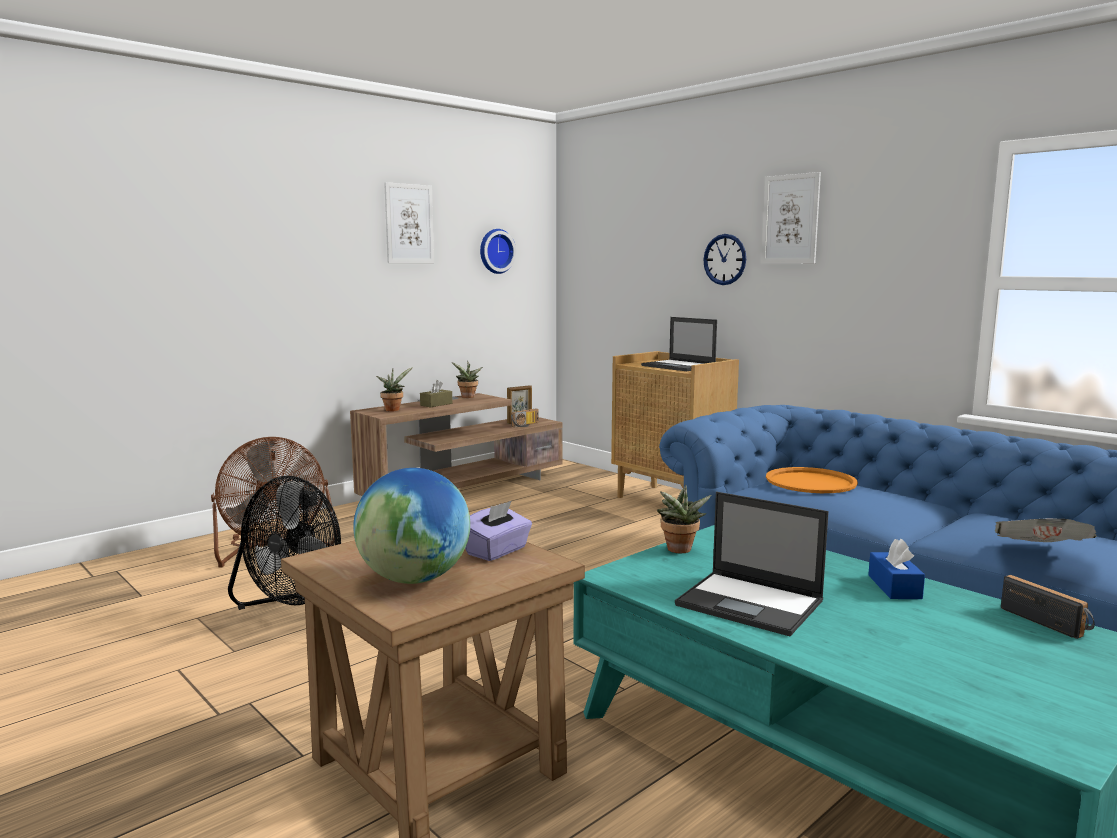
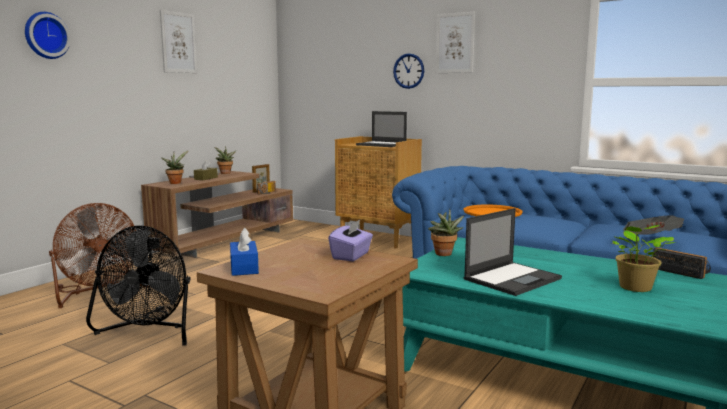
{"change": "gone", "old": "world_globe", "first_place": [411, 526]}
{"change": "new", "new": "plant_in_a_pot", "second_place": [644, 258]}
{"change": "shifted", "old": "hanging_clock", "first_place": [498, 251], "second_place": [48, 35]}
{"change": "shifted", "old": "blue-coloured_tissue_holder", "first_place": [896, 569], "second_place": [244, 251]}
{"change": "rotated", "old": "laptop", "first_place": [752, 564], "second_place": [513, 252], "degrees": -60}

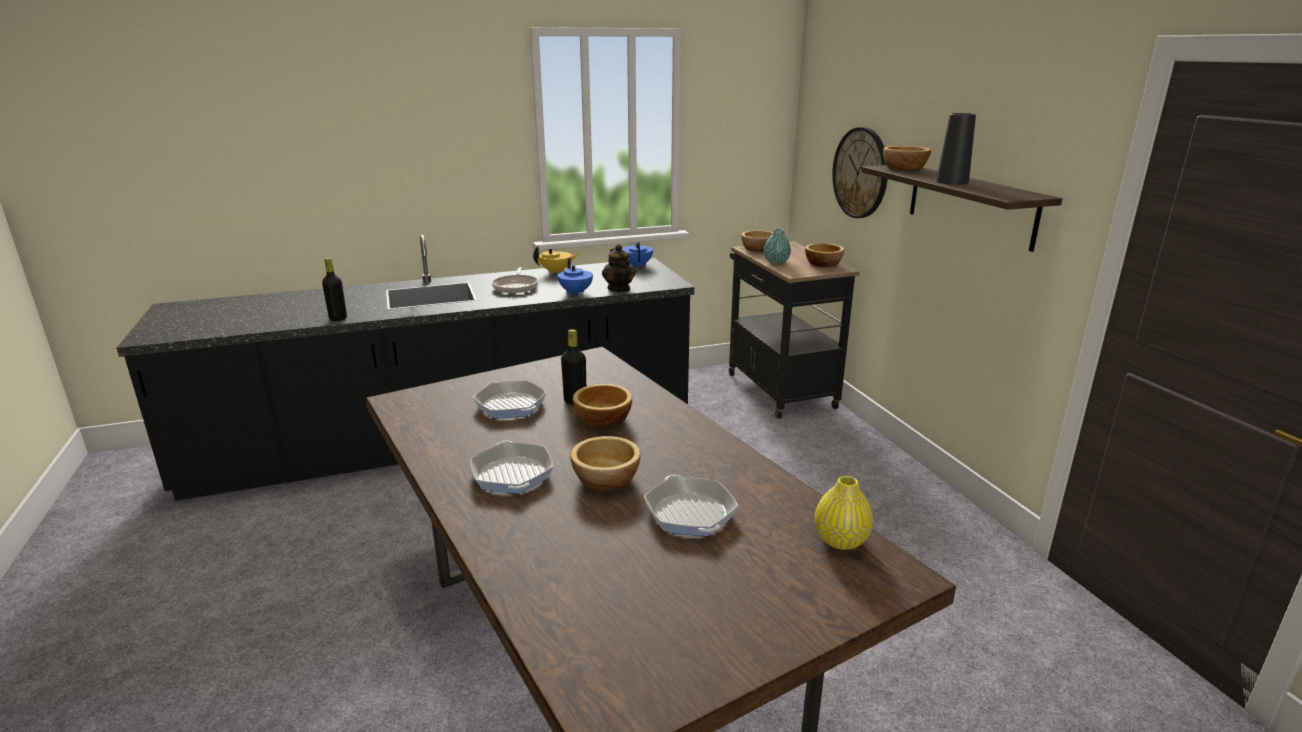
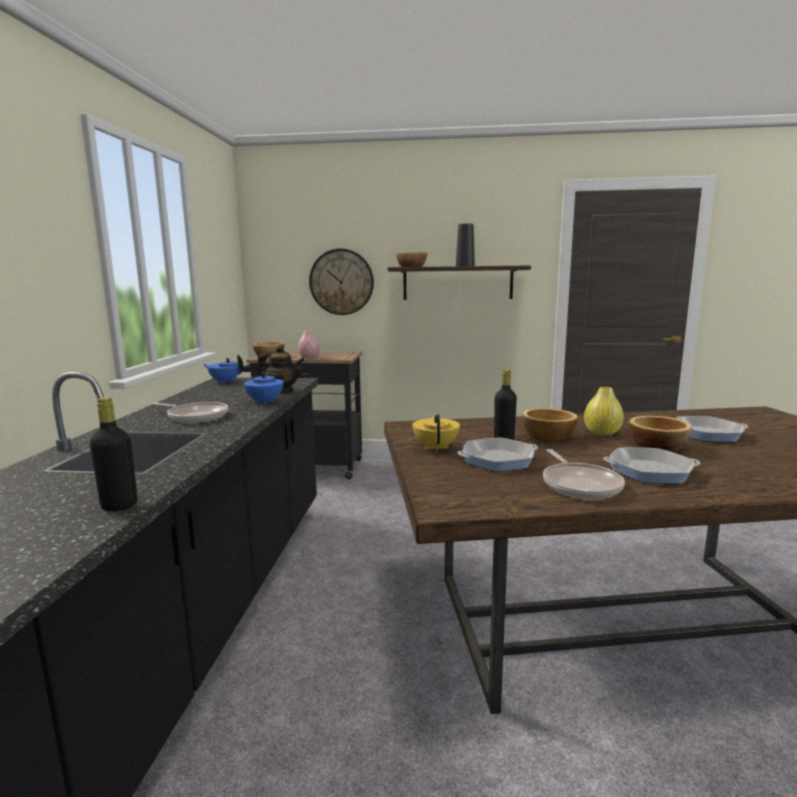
{"change": "gone", "old": "serving_bowl", "first_place": [824, 255]}
{"change": "new", "new": "skillet", "second_place": [584, 474]}
{"change": "shifted", "old": "yellowish_teapot", "first_place": [556, 260], "second_place": [436, 433]}
{"change": "shifted", "old": "yellowish_vase", "first_place": [844, 513], "second_place": [604, 411]}
{"change": "repainted", "old": "turquoise-coloured_vase", "new": "pinkish_vase", "first_place": [777, 246], "second_place": [309, 344]}
{"change": "rotated", "old": "blue-coloured_teapot", "first_place": [575, 277], "second_place": [263, 385], "degrees": 75}

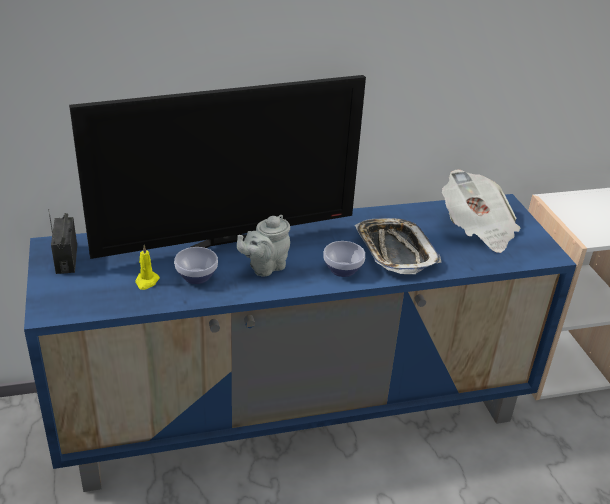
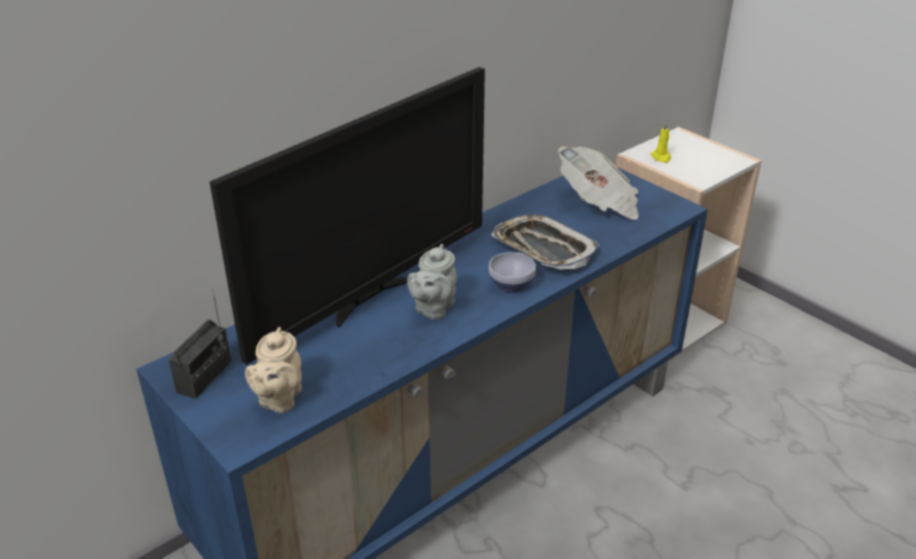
{"change": "gone", "old": "serving_bowl", "first_place": [196, 265]}
{"change": "new", "new": "beige_teapot", "second_place": [273, 370]}
{"change": "shifted", "old": "yellowish_wax_light", "first_place": [147, 267], "second_place": [660, 143]}
{"change": "rotated", "old": "radio", "first_place": [62, 241], "second_place": [199, 344], "degrees": -120}

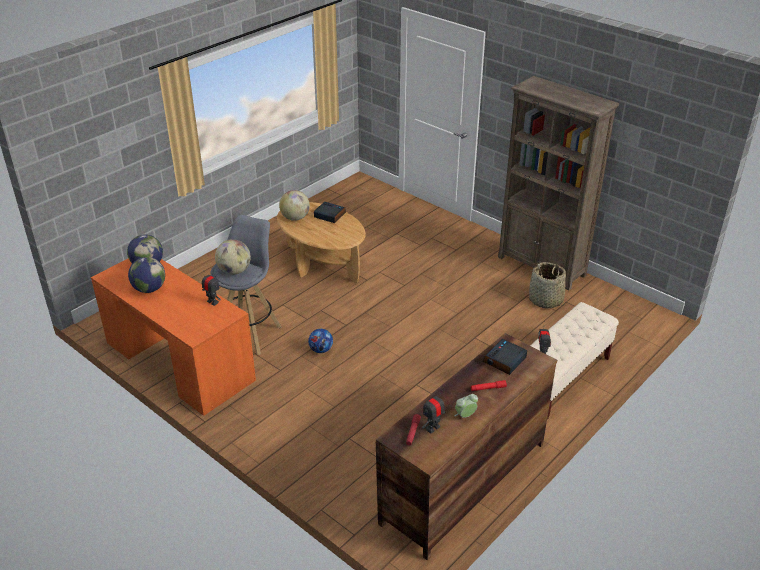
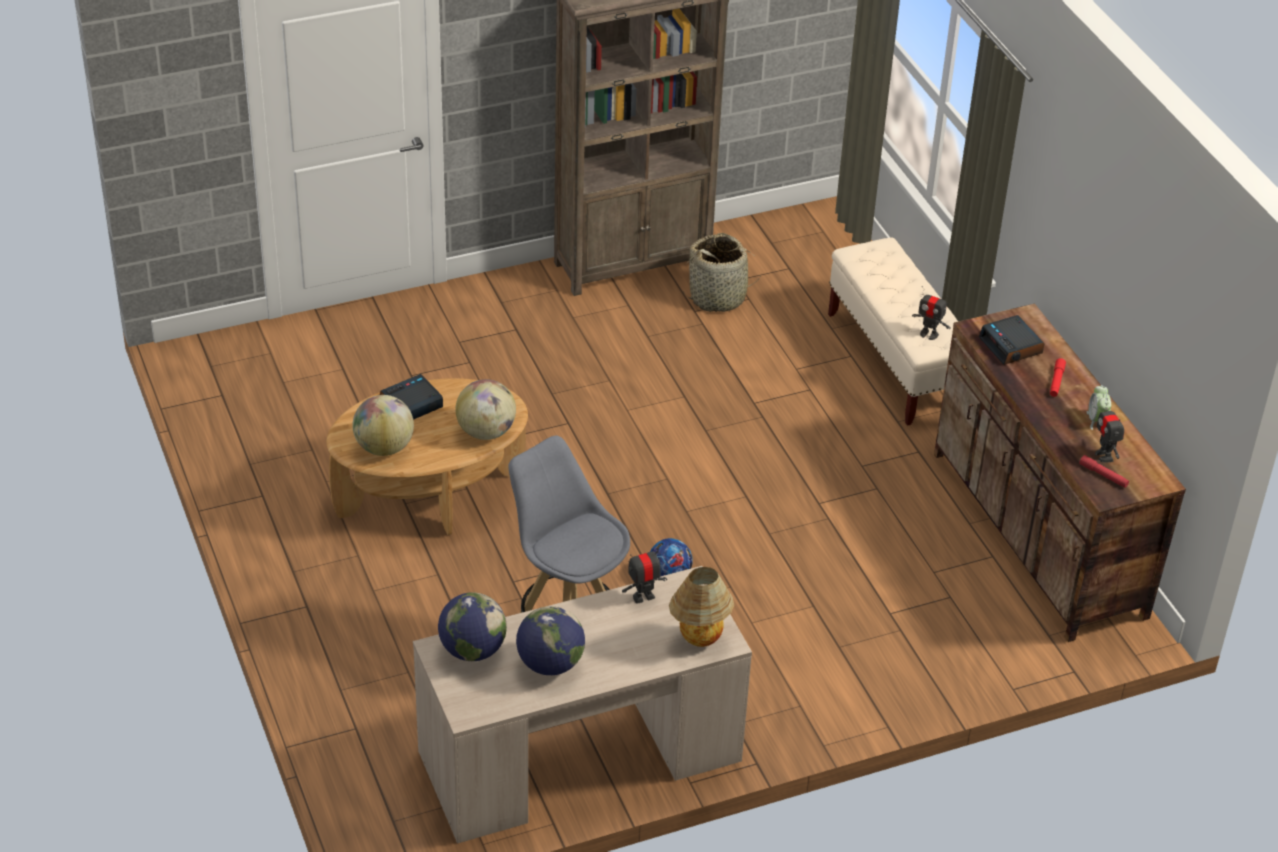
{"change": "new", "new": "tabletop_lamp", "second_place": [701, 607]}
{"change": "shifted", "old": "world_globe", "first_place": [233, 257], "second_place": [485, 409]}
{"change": "repainted", "old": "orangey_desk", "new": "beige_desk", "first_place": [173, 337], "second_place": [582, 705]}

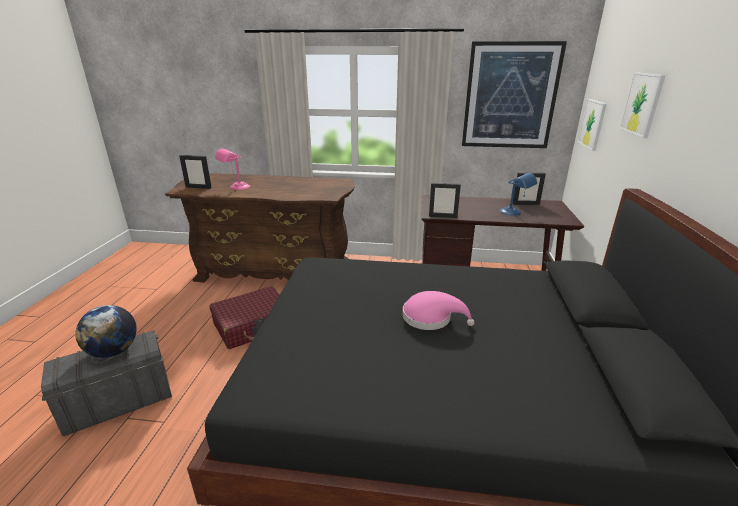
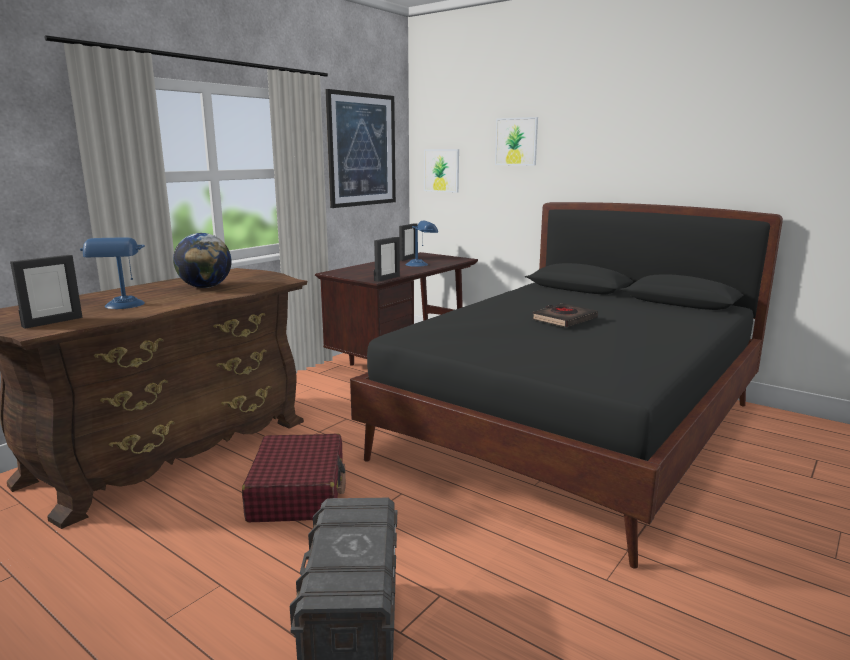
{"change": "shifted", "old": "world_globe", "first_place": [106, 331], "second_place": [202, 260]}
{"change": "swapped", "old": "pinkish_wearable_hat", "new": "black-coloured_volume", "first_place": [438, 310], "second_place": [565, 315]}
{"change": "repainted", "old": "pinkish_tabletop_lamp", "new": "blue-coloured_tabletop_lamp", "first_place": [232, 169], "second_place": [112, 273]}

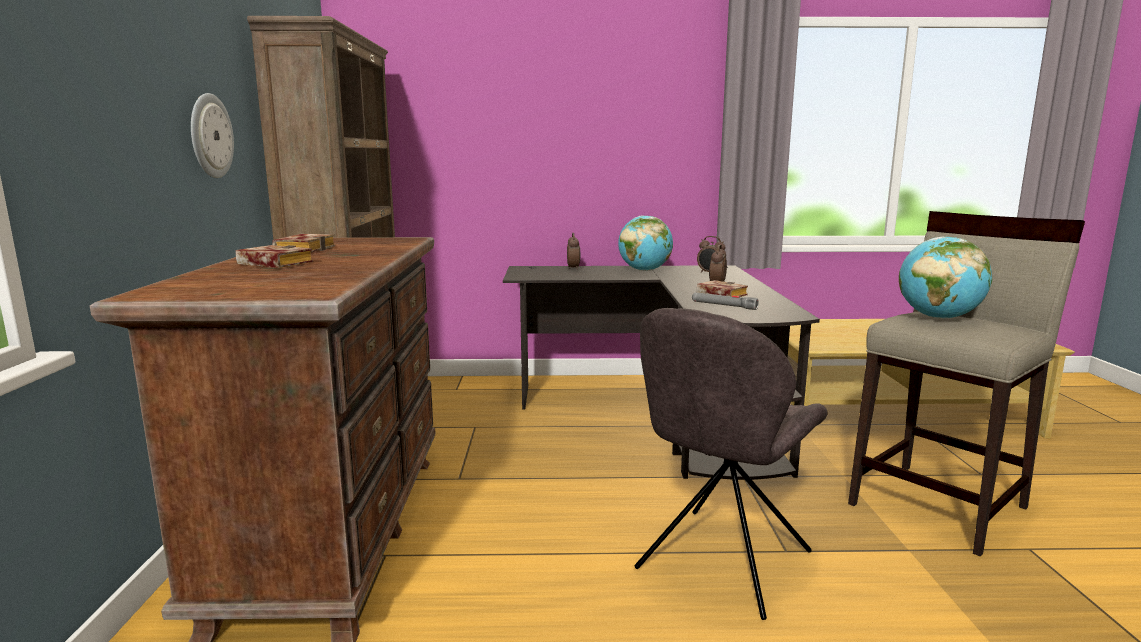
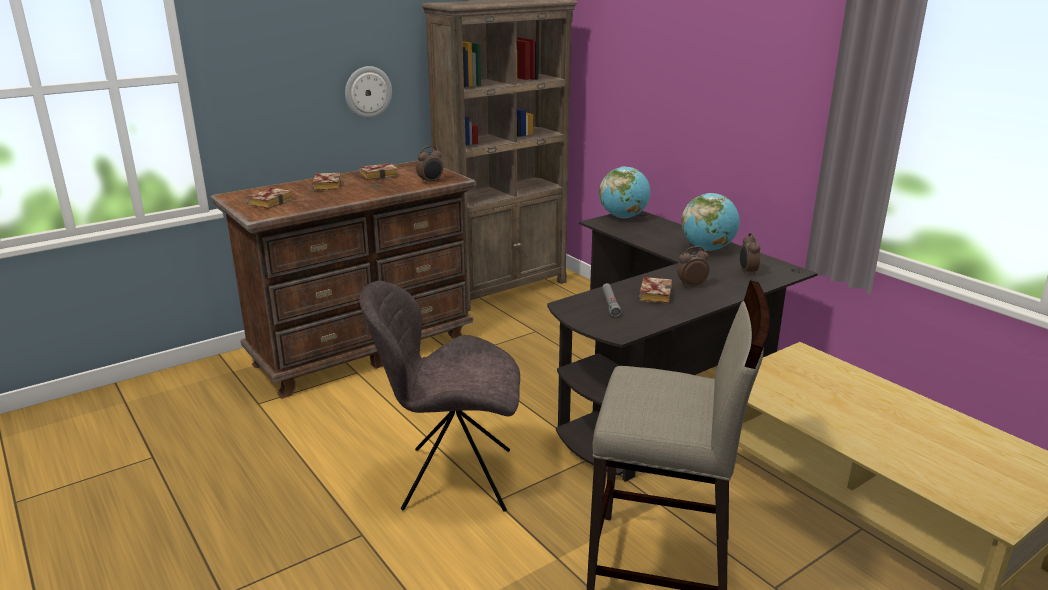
{"change": "new", "new": "volume", "second_place": [269, 198]}
{"change": "shifted", "old": "alarm_clock", "first_place": [573, 251], "second_place": [429, 165]}
{"change": "shifted", "old": "world_globe", "first_place": [945, 277], "second_place": [624, 192]}

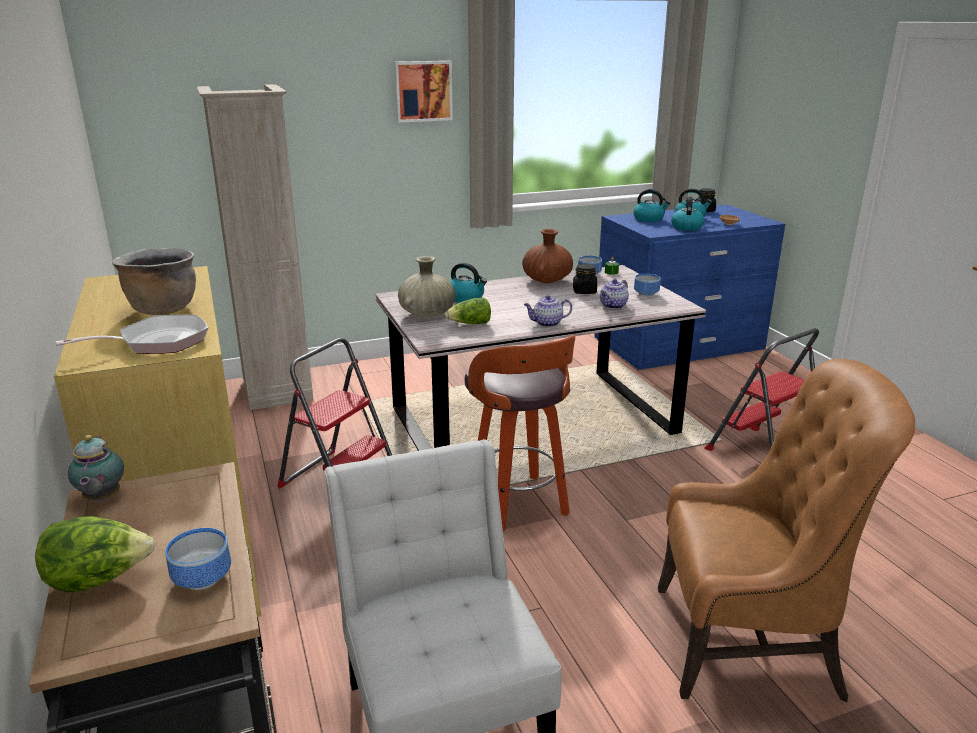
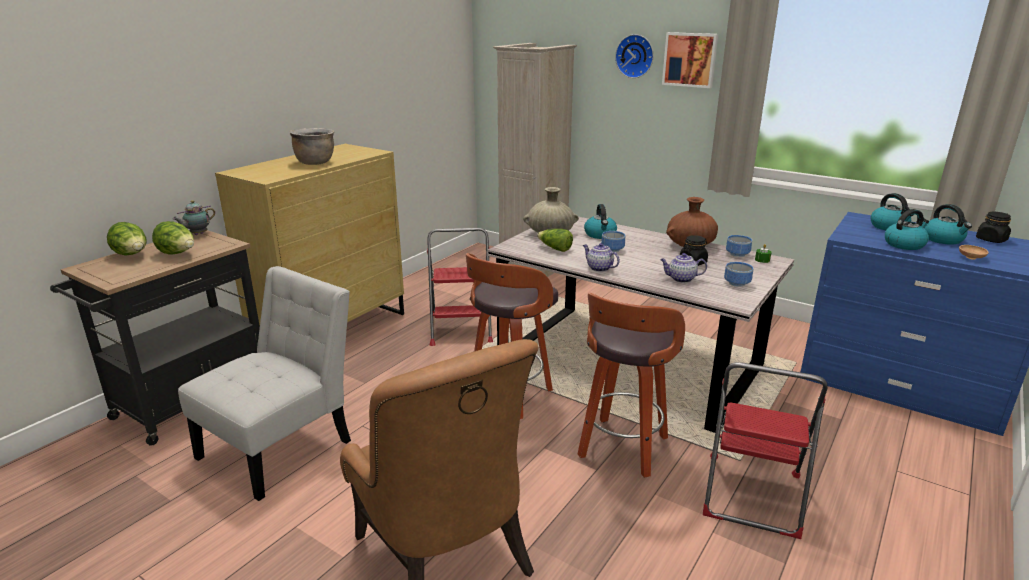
{"change": "gone", "old": "skillet", "first_place": [131, 334]}
{"change": "new", "new": "lettuce_head", "second_place": [173, 238]}
{"change": "new", "new": "sitting_stool", "second_place": [631, 385]}
{"change": "new", "new": "hanging_clock", "second_place": [634, 56]}
{"change": "shifted", "old": "serving_bowl", "first_place": [198, 559], "second_place": [613, 241]}

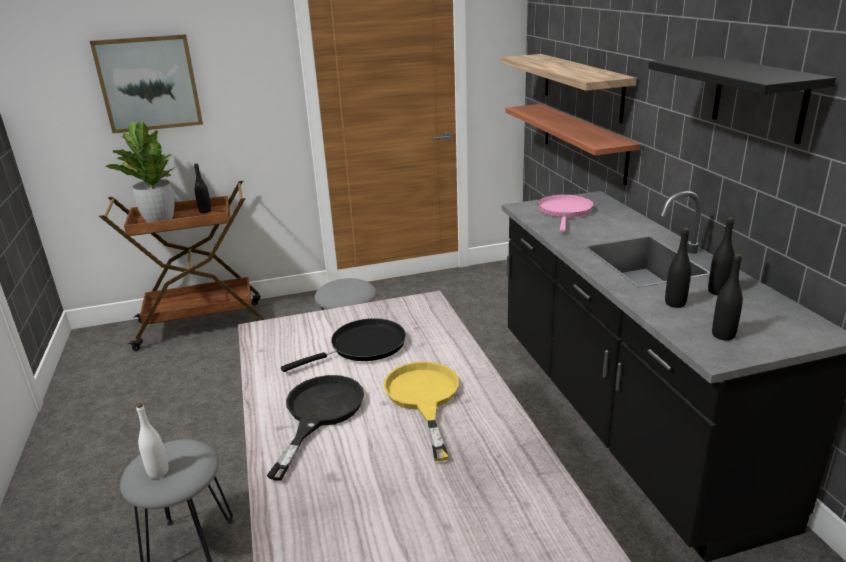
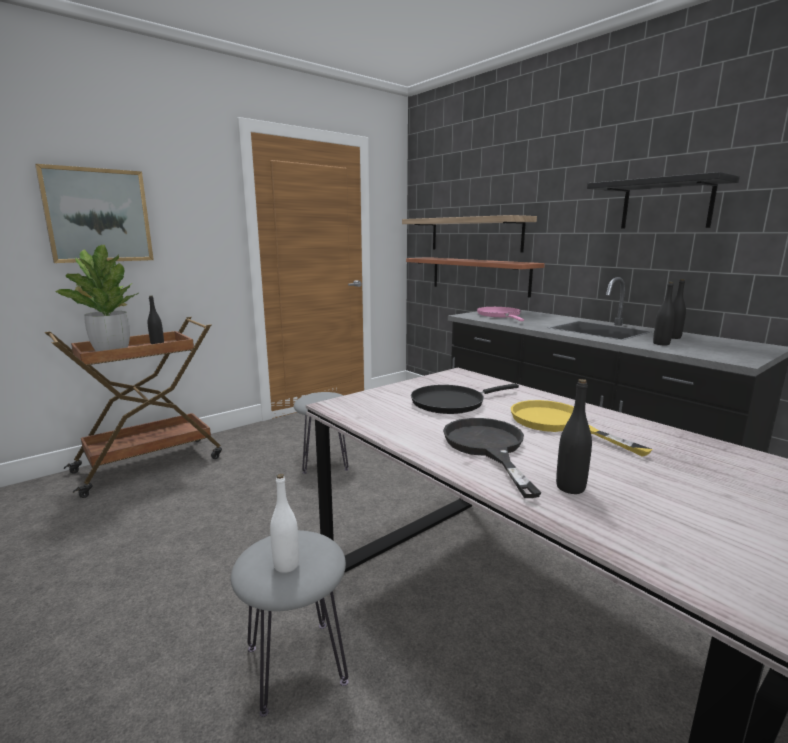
{"change": "shifted", "old": "black-coloured_bottle", "first_place": [727, 297], "second_place": [574, 436]}
{"change": "rotated", "old": "black-coloured_skillet", "first_place": [343, 345], "second_place": [465, 399], "degrees": -150}

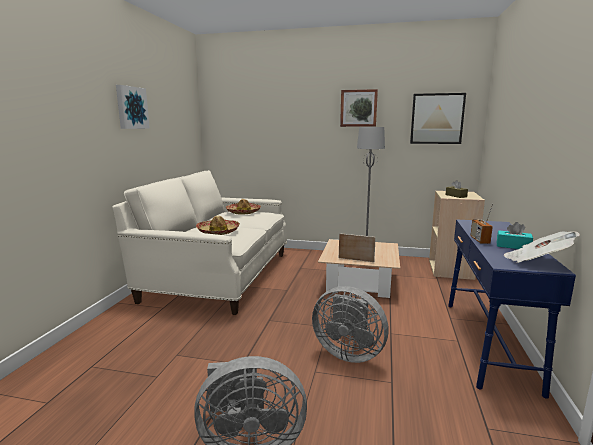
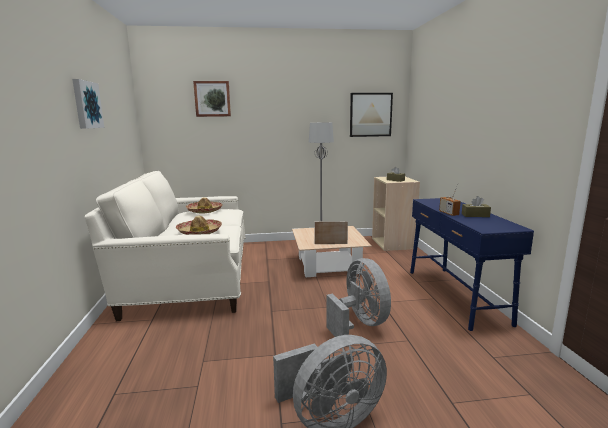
{"change": "gone", "old": "daily_paper", "first_place": [542, 247]}
{"change": "shifted", "old": "picture", "first_place": [359, 108], "second_place": [212, 99]}
{"change": "repainted", "old": "turquoise-coloured_tissue_holder", "new": "brown-coloured_tissue_holder", "first_place": [515, 235], "second_place": [476, 206]}
{"change": "rotated", "old": "greyish_cooling_fan", "first_place": [350, 324], "second_place": [358, 297], "degrees": -120}

